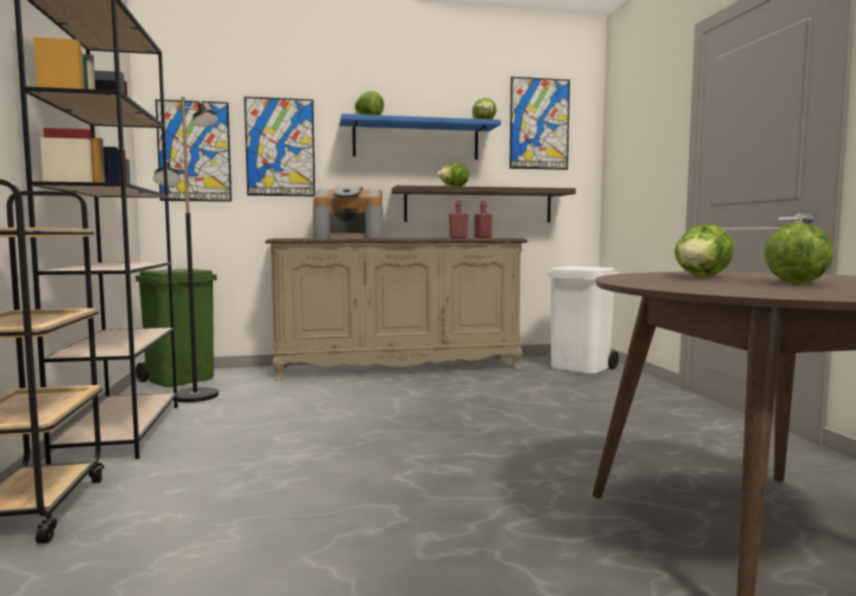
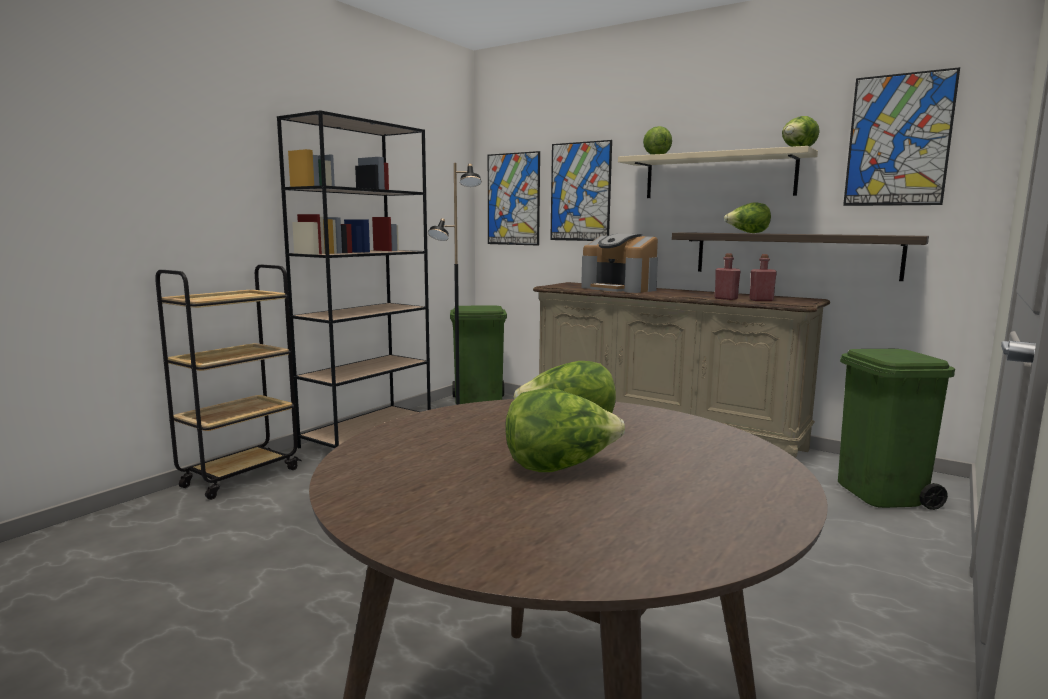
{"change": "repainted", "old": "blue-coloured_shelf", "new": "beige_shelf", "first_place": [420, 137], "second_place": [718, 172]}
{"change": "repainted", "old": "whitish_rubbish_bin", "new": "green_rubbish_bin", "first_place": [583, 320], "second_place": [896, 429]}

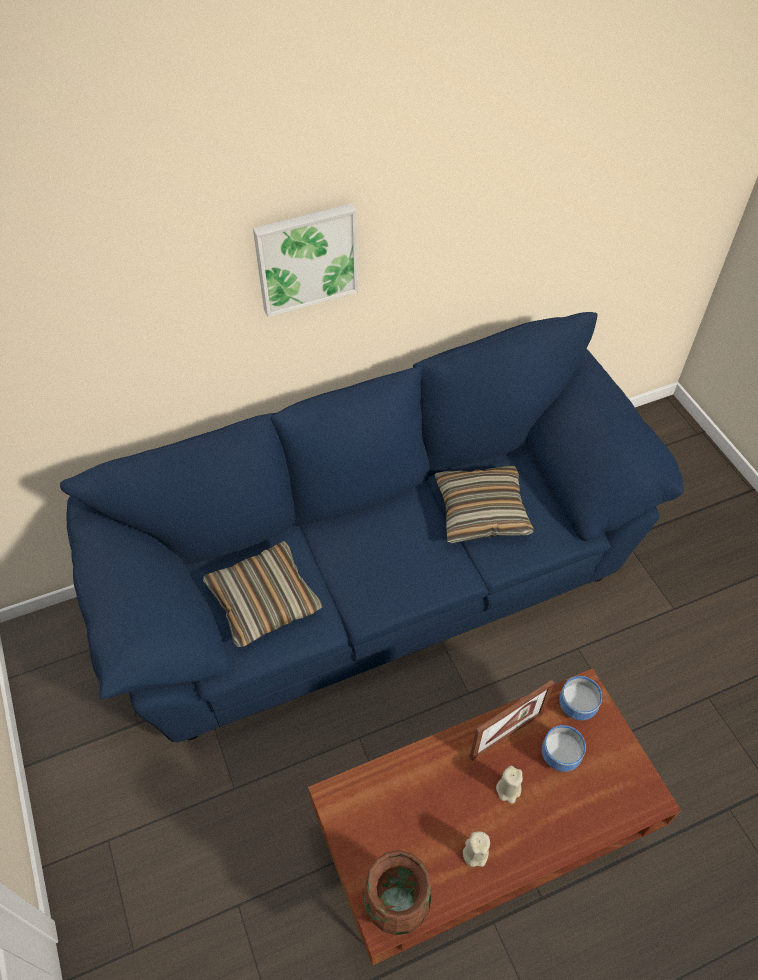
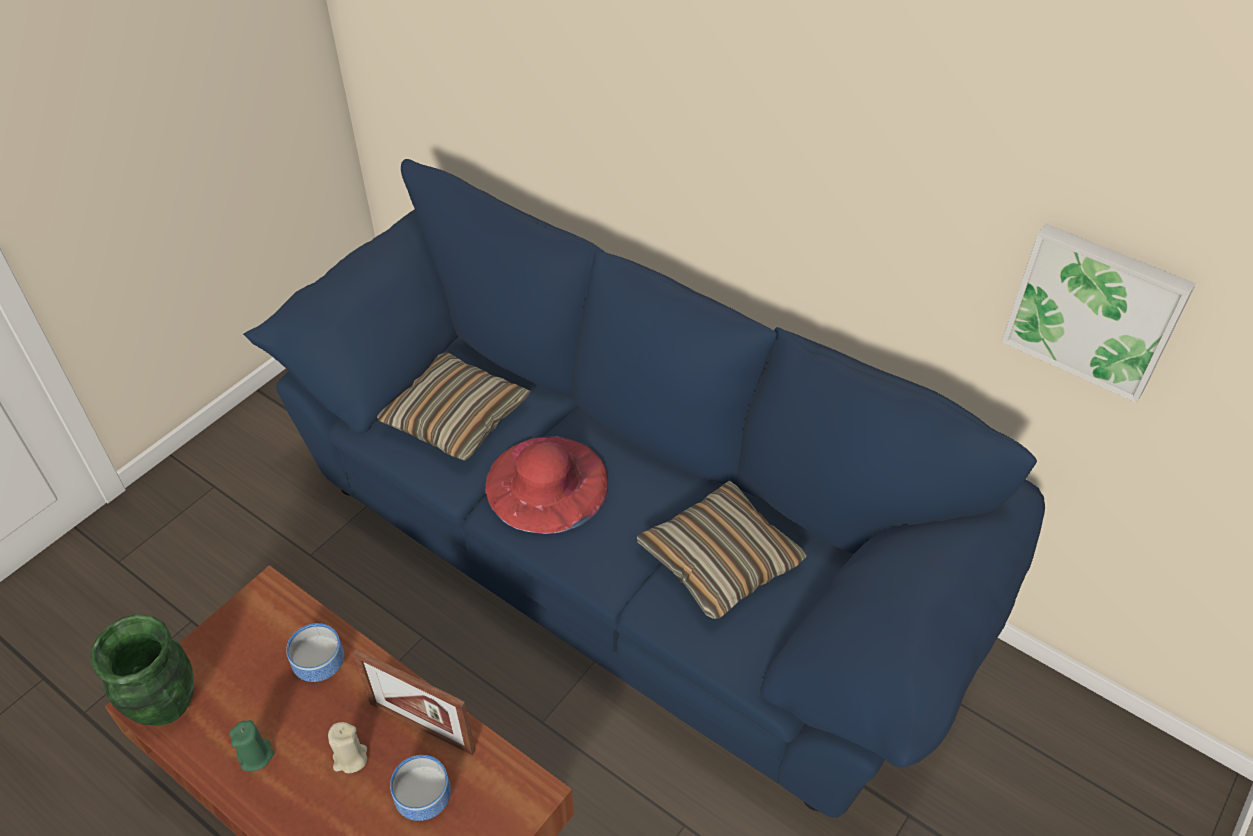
{"change": "new", "new": "red-coloured_wearable_hat", "second_place": [546, 485]}
{"change": "shifted", "old": "picture", "first_place": [305, 260], "second_place": [1098, 313]}
{"change": "shifted", "old": "serving_bowl", "first_place": [580, 698], "second_place": [315, 652]}
{"change": "repainted", "old": "brown-coloured_vase", "new": "green_vase", "first_place": [397, 892], "second_place": [142, 670]}
{"change": "repainted", "old": "beige_wax_light", "new": "green_wax_light", "first_place": [476, 849], "second_place": [251, 745]}

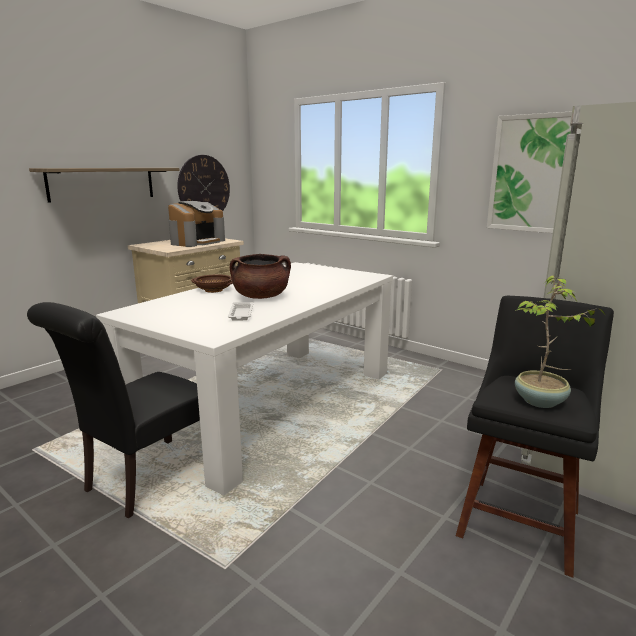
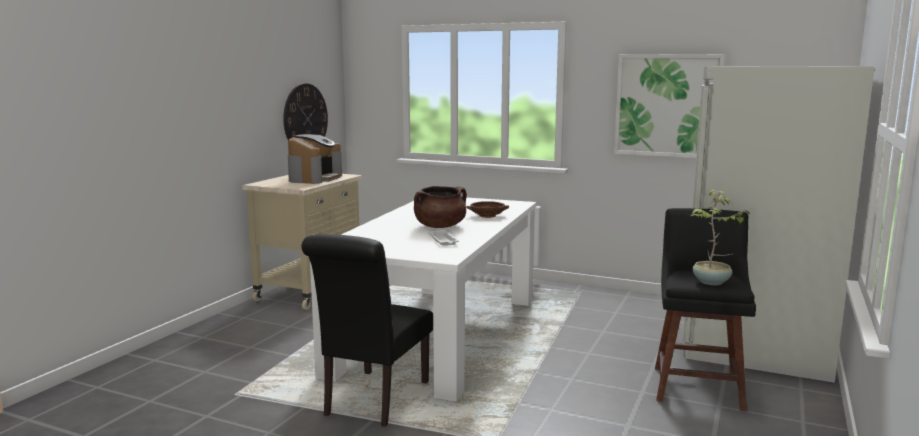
{"change": "gone", "old": "shelf", "first_place": [104, 185]}
{"change": "shifted", "old": "brown-coloured_serving_bowl", "first_place": [212, 283], "second_place": [487, 209]}

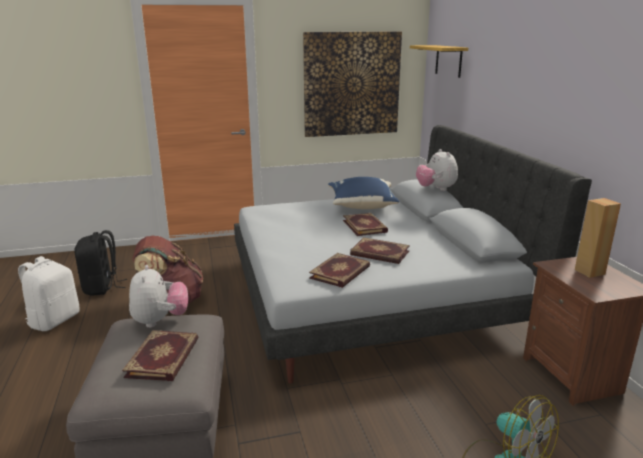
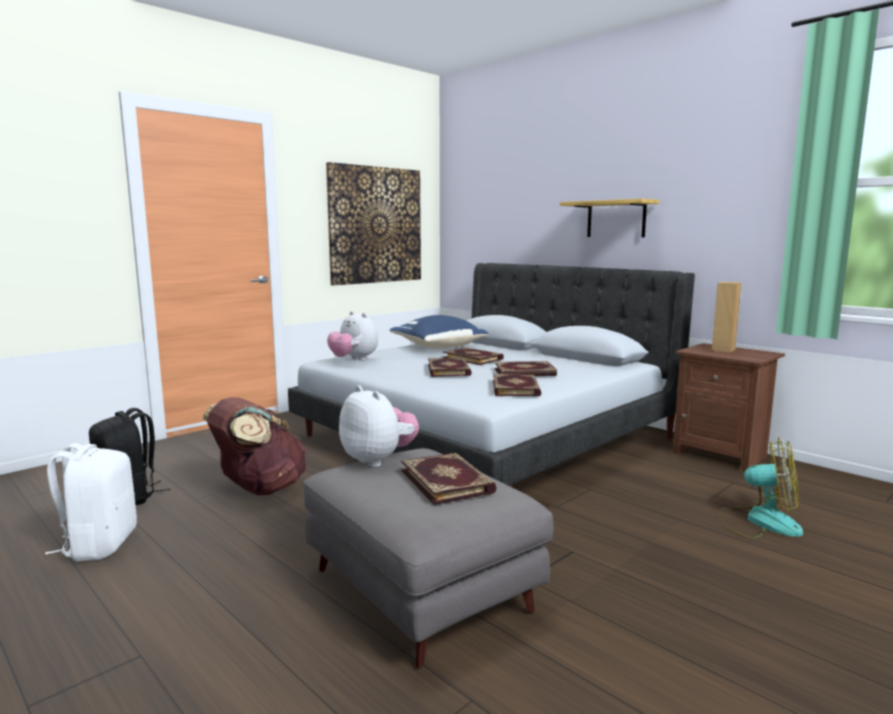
{"change": "new", "new": "volume", "second_place": [450, 367]}
{"change": "shifted", "old": "shelf", "first_place": [439, 61], "second_place": [610, 218]}
{"change": "shifted", "old": "soft_toy", "first_place": [437, 170], "second_place": [352, 336]}

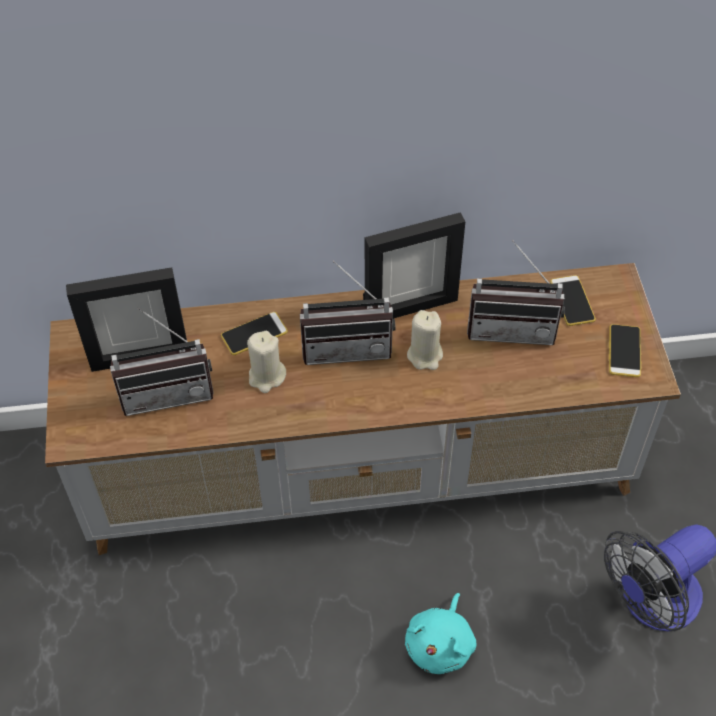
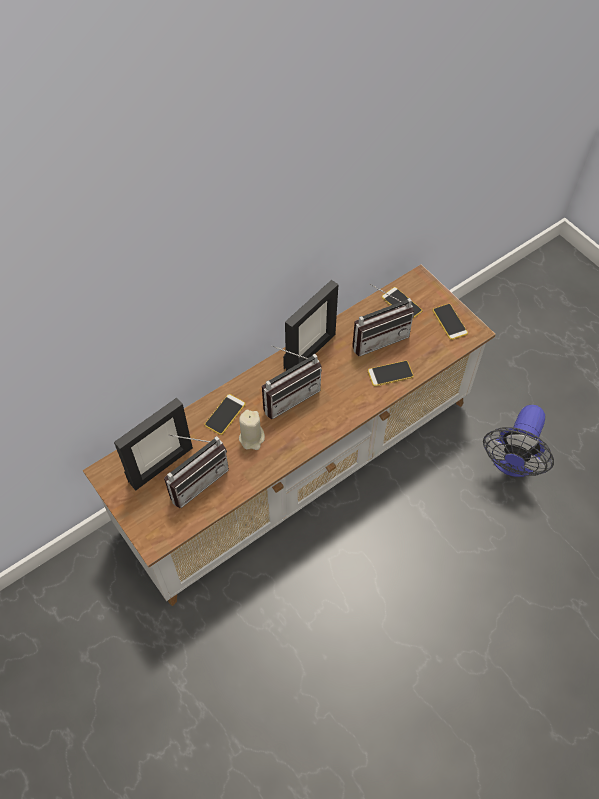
{"change": "gone", "old": "turquoise-coloured_soft_toy", "first_place": [440, 633]}
{"change": "gone", "old": "beige_wax_light", "first_place": [425, 340]}
{"change": "new", "new": "phone", "second_place": [391, 373]}

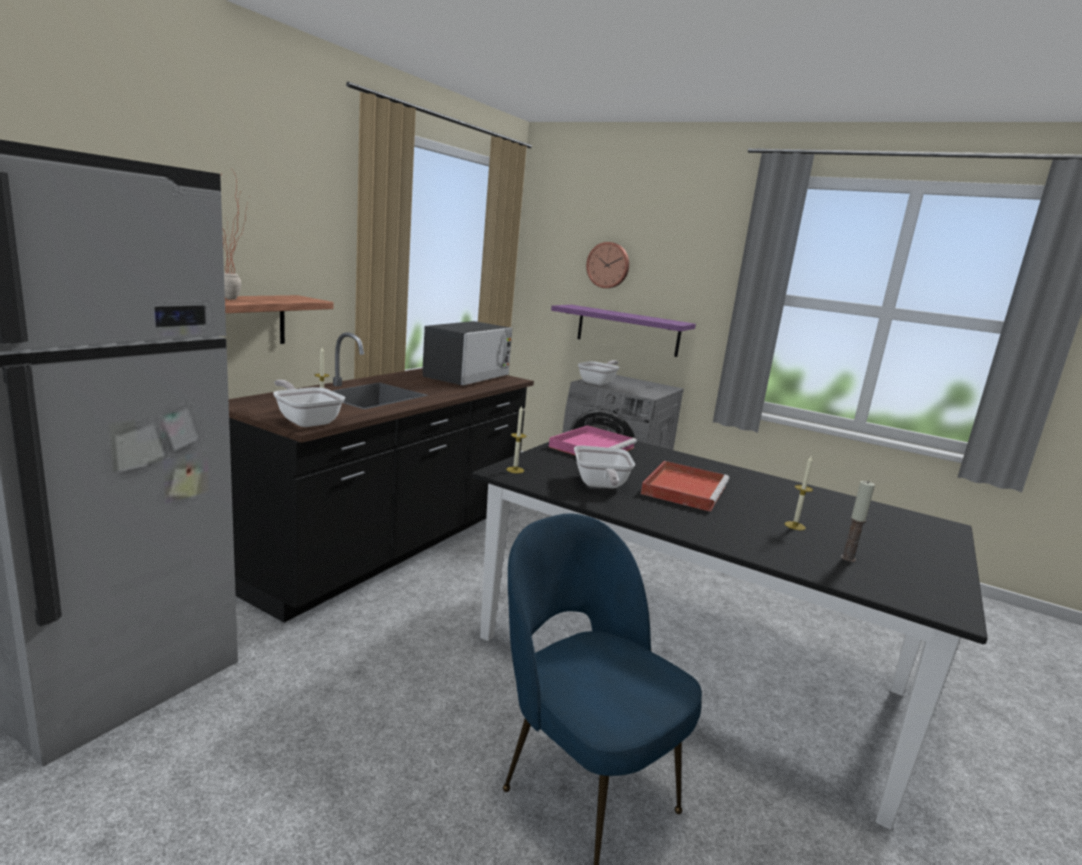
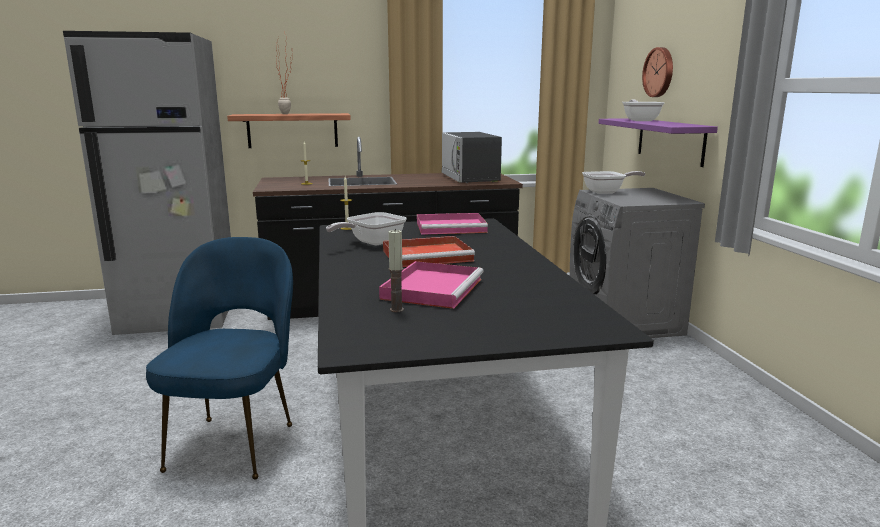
{"change": "shifted", "old": "skillet", "first_place": [309, 403], "second_place": [643, 110]}
{"change": "swapped", "old": "wax_light", "new": "pinkish_carrying_tray", "first_place": [799, 493], "second_place": [431, 285]}
{"change": "rotated", "old": "microwave", "first_place": [467, 353], "second_place": [471, 157], "degrees": 90}

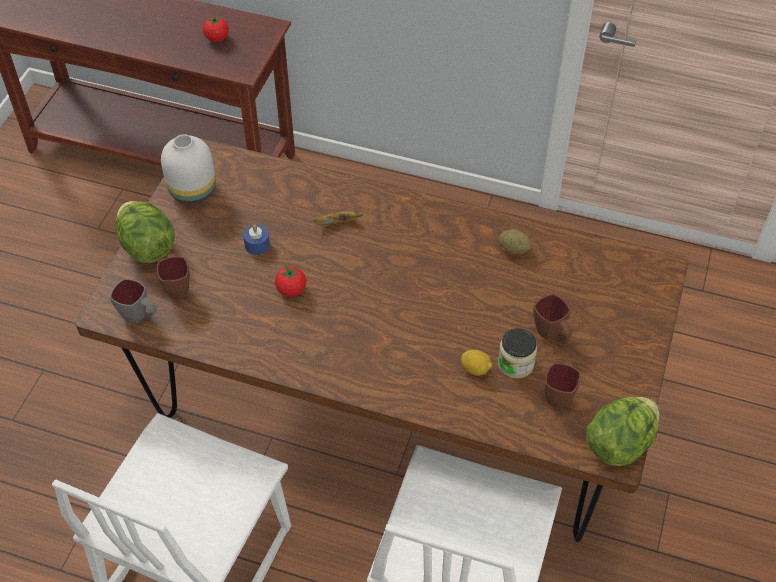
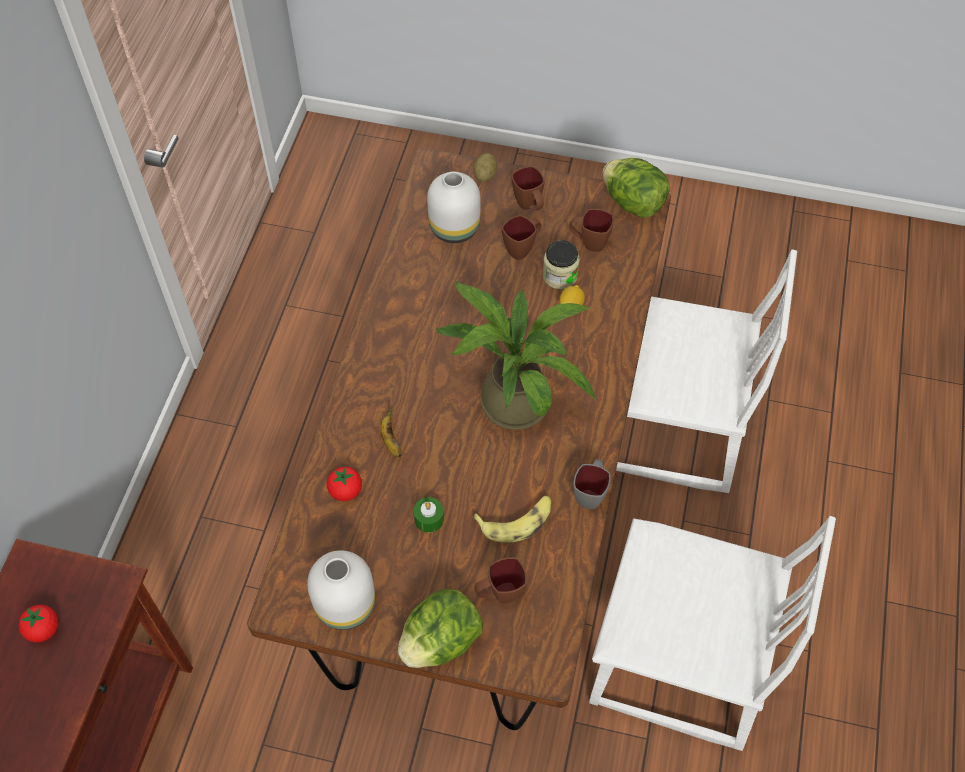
{"change": "new", "new": "whitish_vase", "second_place": [454, 207]}
{"change": "new", "new": "plant_in_a_pot", "second_place": [516, 355]}
{"change": "new", "new": "whole_banana", "second_place": [512, 519]}
{"change": "new", "new": "brown-coloured_coffee_mug", "second_place": [528, 188]}
{"change": "shifted", "old": "greyish_coffee_mug", "first_place": [133, 301], "second_place": [592, 484]}
{"change": "shifted", "old": "fresh_tomato", "first_place": [290, 281], "second_place": [344, 484]}
{"change": "shifted", "old": "spud", "first_place": [515, 241], "second_place": [485, 167]}
{"change": "repainted", "old": "blue-coloured_wax_light", "new": "green_wax_light", "first_place": [256, 240], "second_place": [429, 515]}

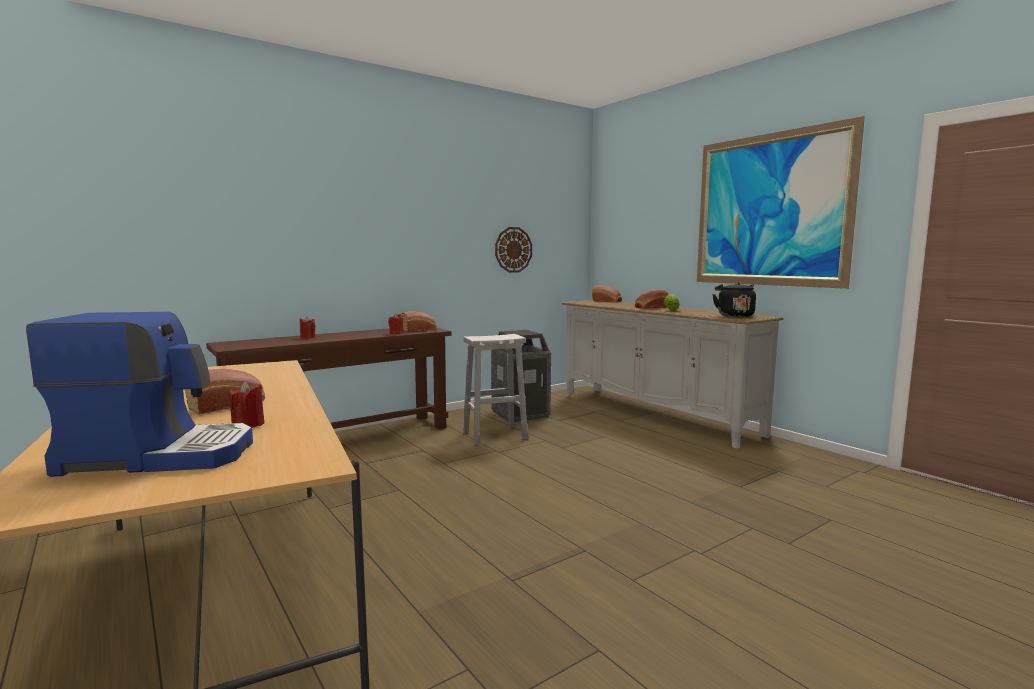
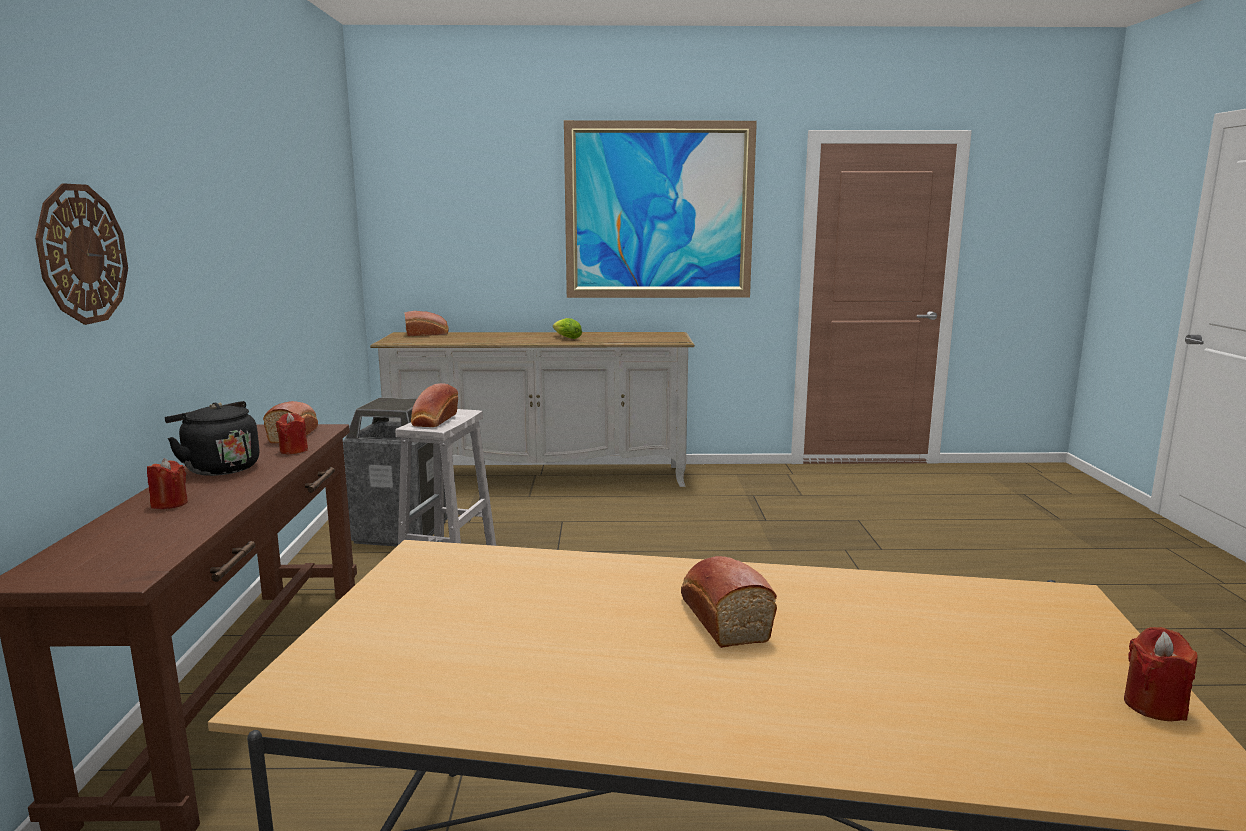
{"change": "gone", "old": "coffee_machine", "first_place": [139, 394]}
{"change": "shifted", "old": "red-coloured_wax_light", "first_place": [247, 404], "second_place": [1160, 674]}
{"change": "shifted", "old": "hanging_clock", "first_place": [513, 250], "second_place": [81, 254]}
{"change": "shifted", "old": "bread", "first_place": [651, 299], "second_place": [434, 405]}
{"change": "shifted", "old": "black-coloured_tea_kettle", "first_place": [734, 299], "second_place": [212, 438]}

